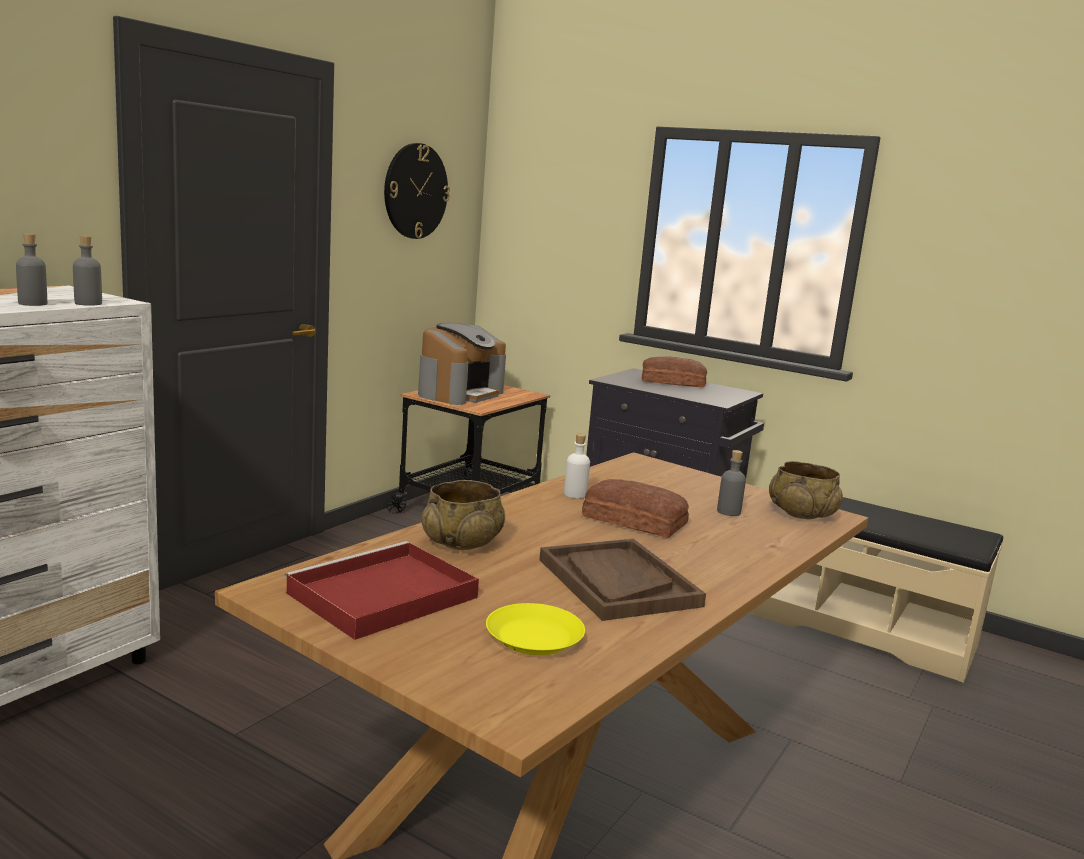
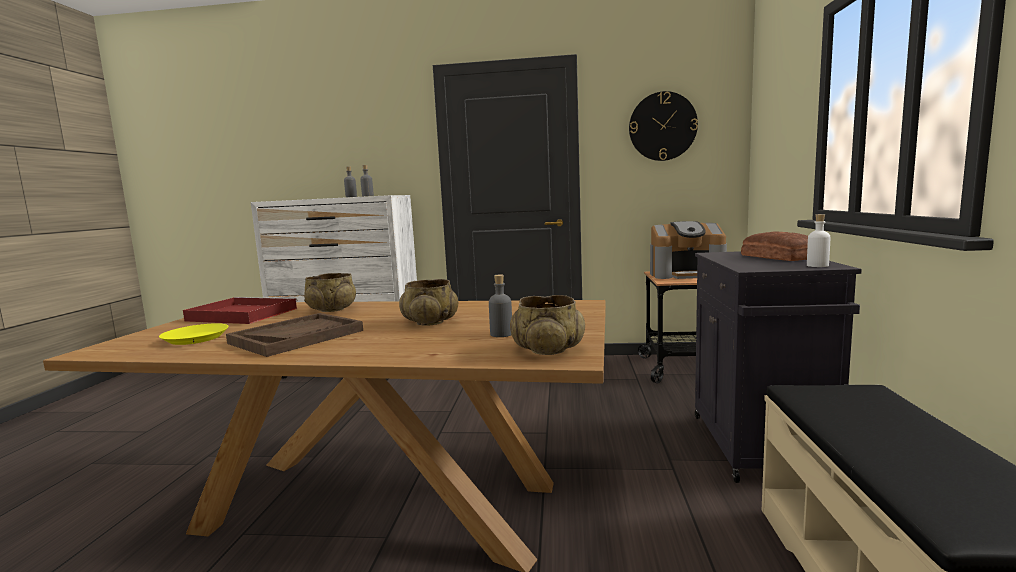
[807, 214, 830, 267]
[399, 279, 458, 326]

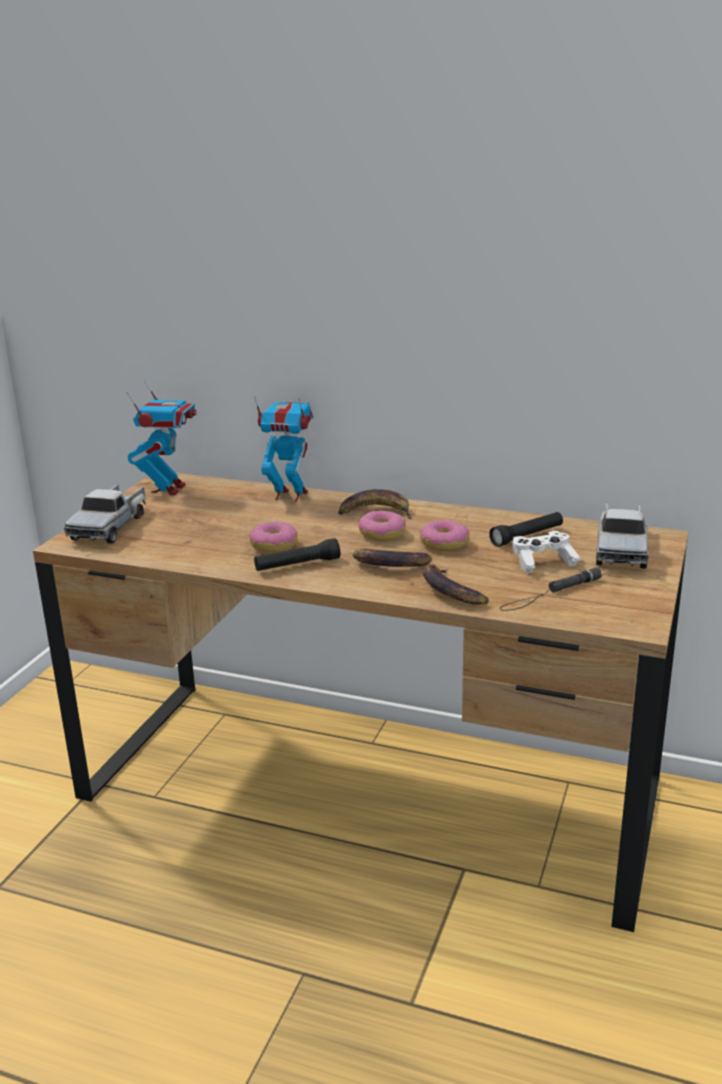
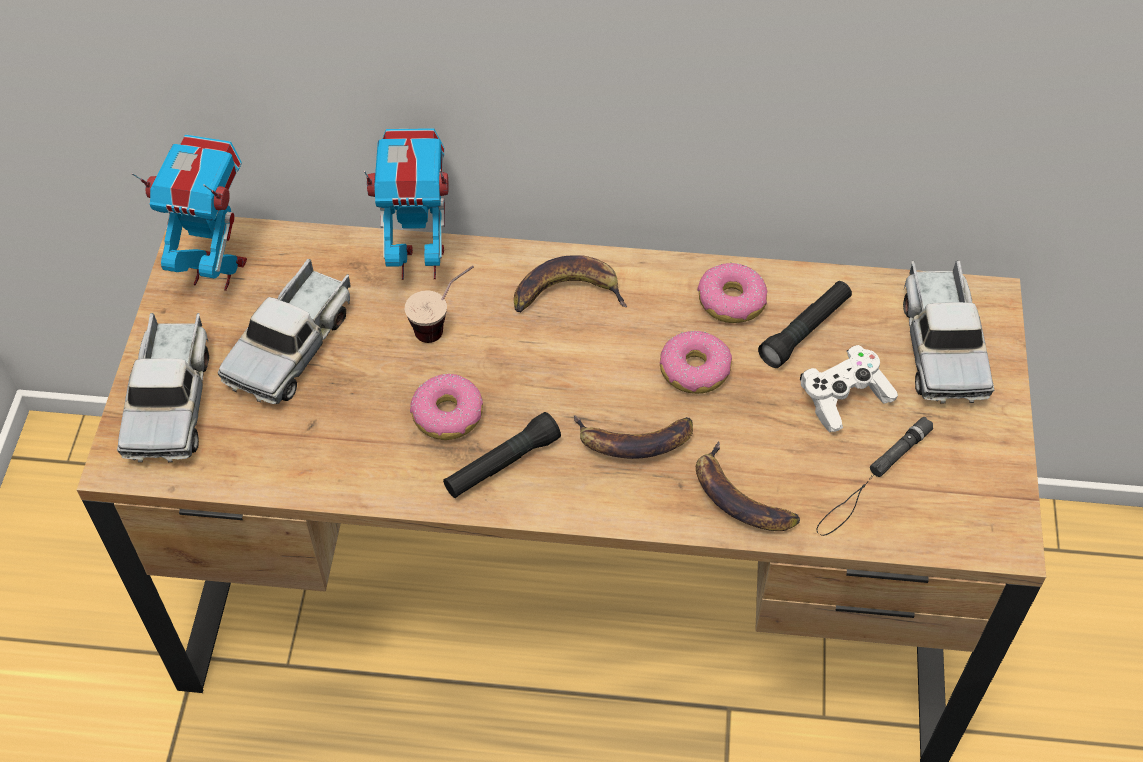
[132, 135, 247, 291]
[697, 262, 767, 323]
[218, 259, 351, 404]
[405, 265, 474, 343]

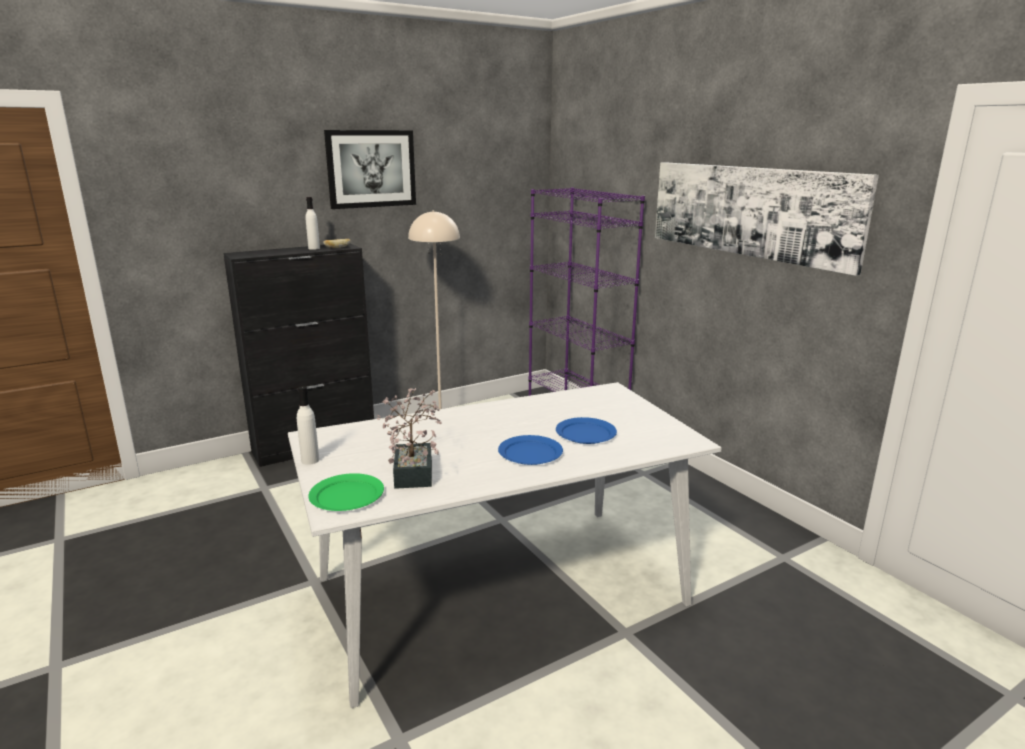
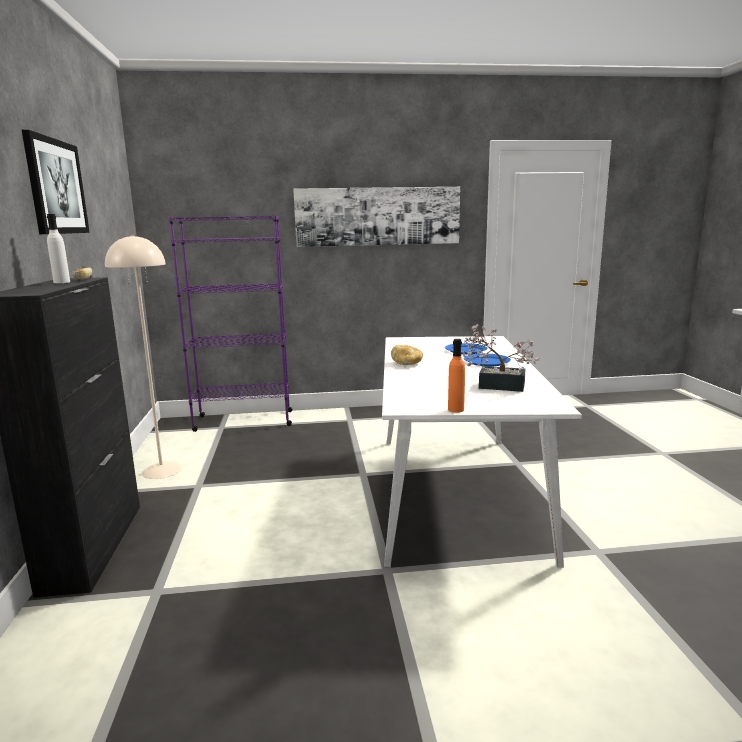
[448, 339, 465, 413]
[308, 473, 384, 511] (first image)
[391, 345, 423, 365]

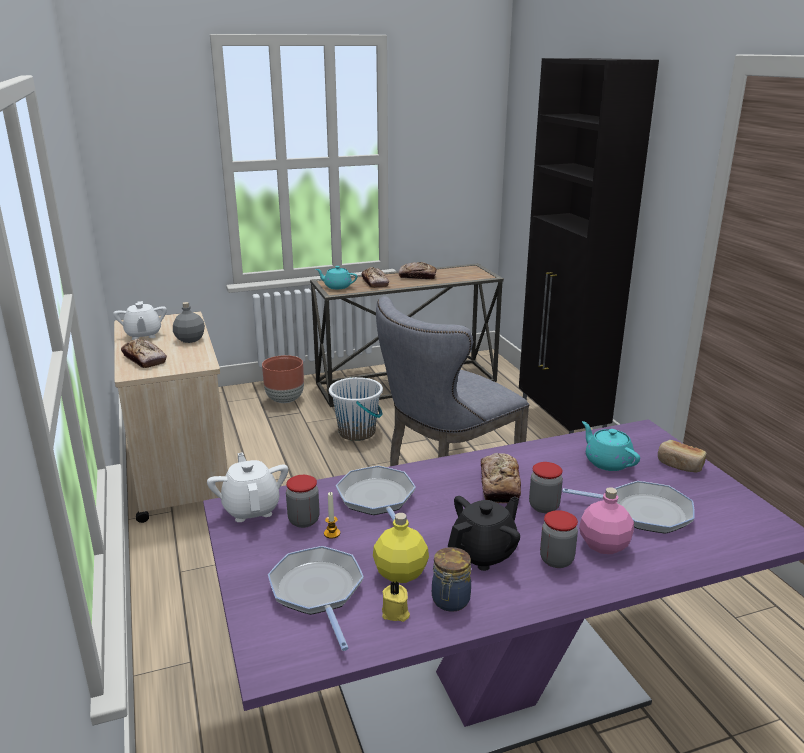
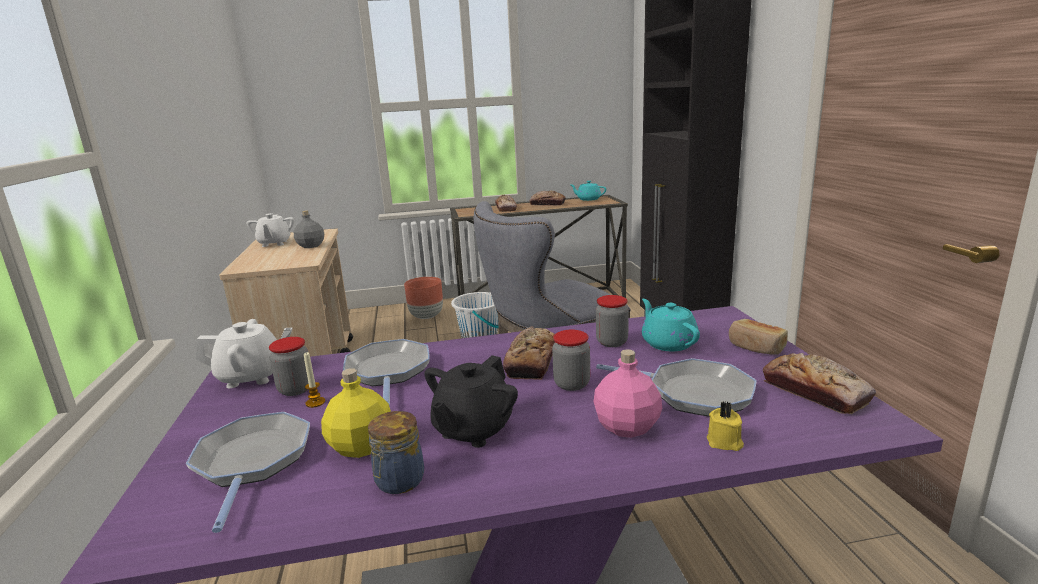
[763, 353, 876, 414]
[196, 319, 292, 388]
[570, 181, 606, 201]
[707, 401, 744, 451]
[424, 355, 518, 448]
[596, 295, 629, 347]

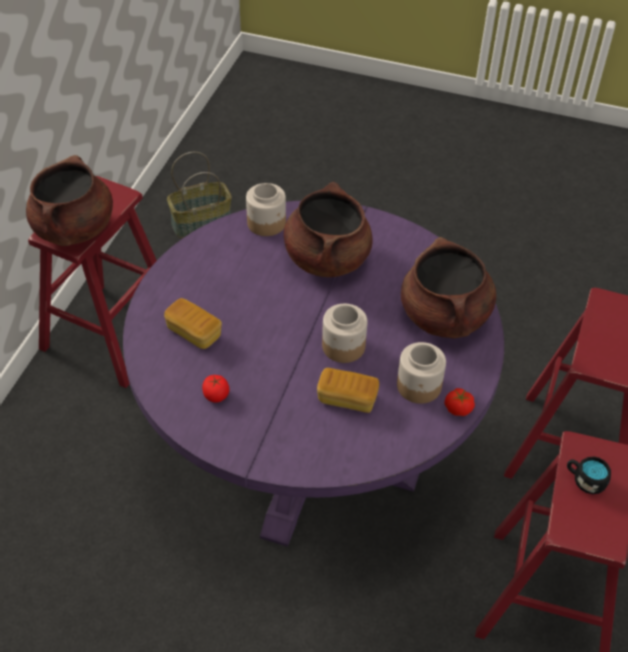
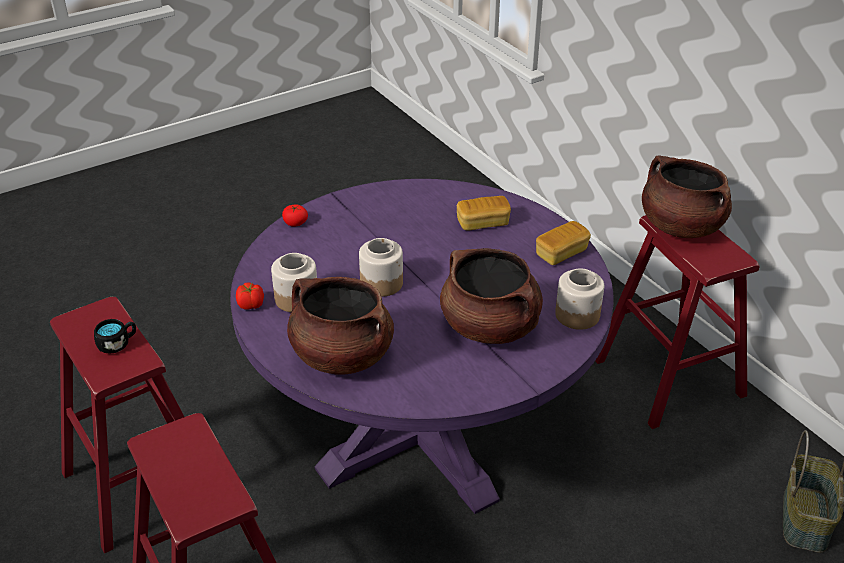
[282, 204, 308, 227]
[536, 221, 591, 265]

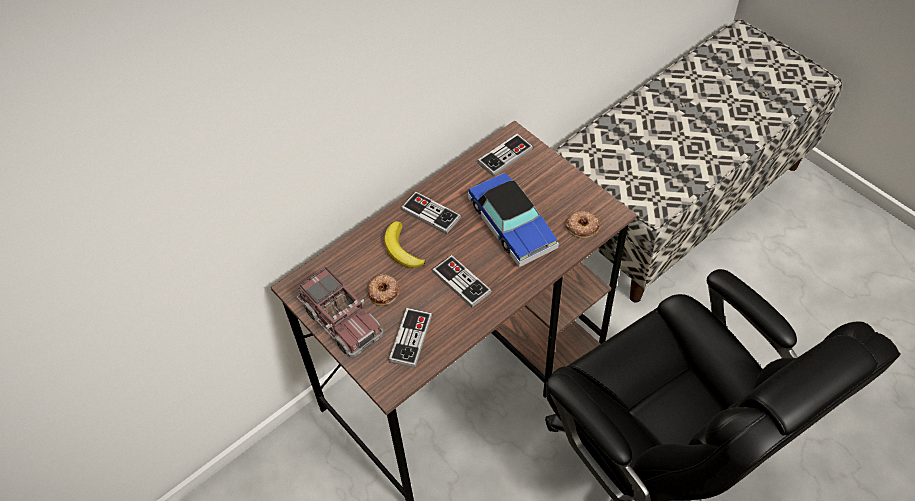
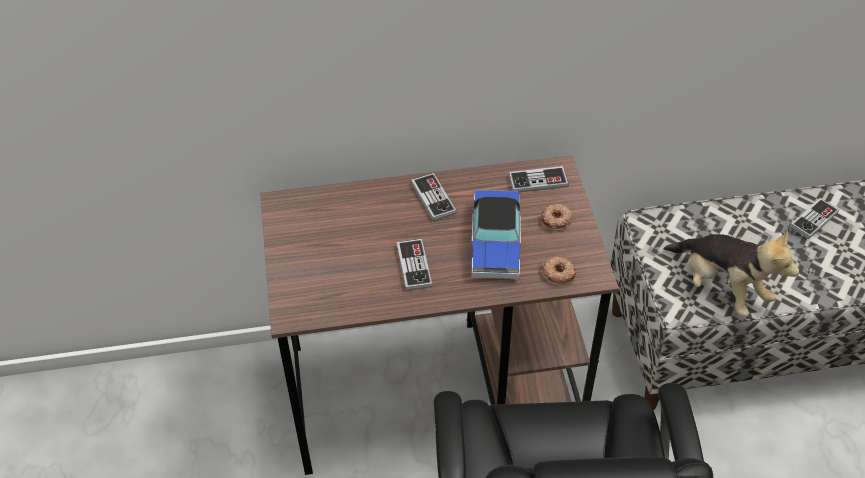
[297, 267, 384, 357] (first image)
[541, 204, 573, 231]
[384, 221, 426, 268] (first image)
[790, 198, 839, 239]
[663, 231, 799, 316]

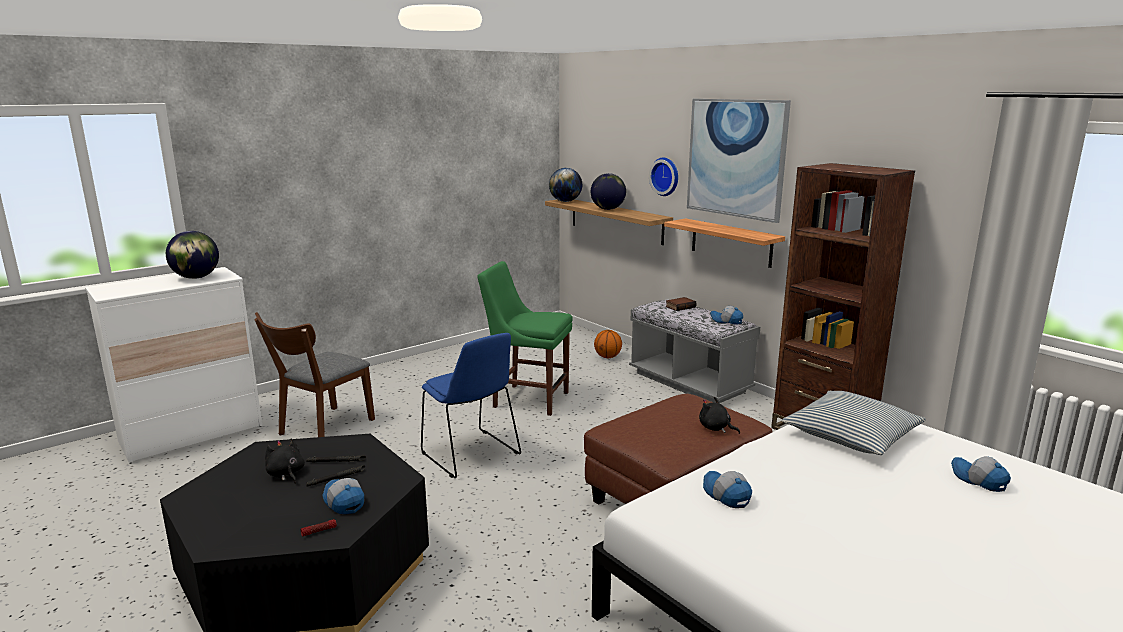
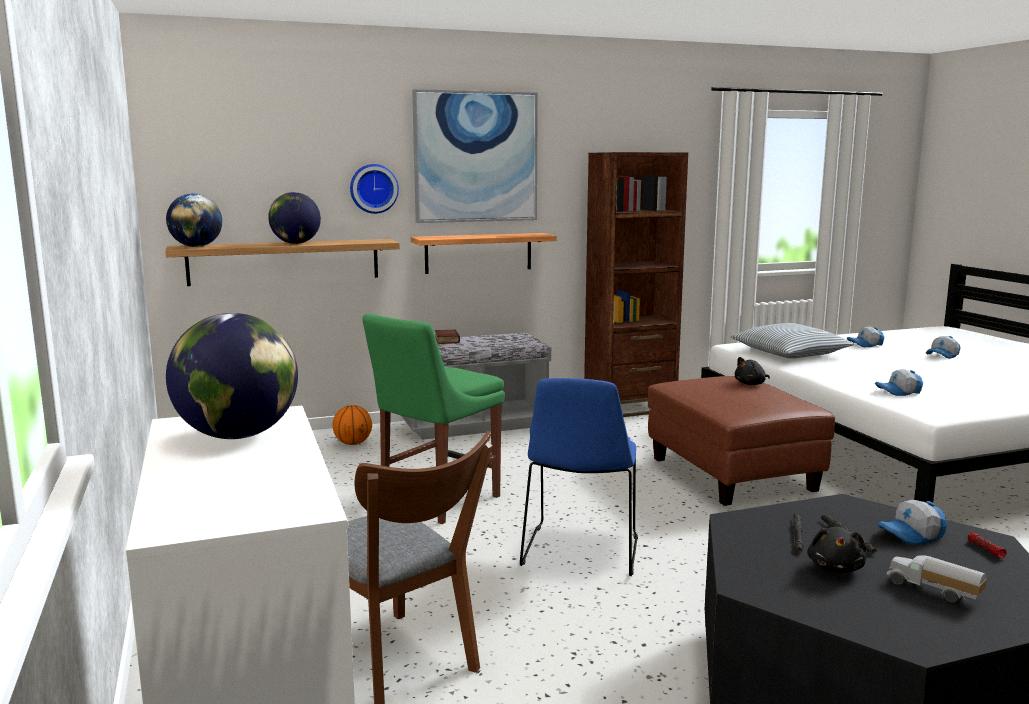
[807, 527, 867, 573]
[520, 378, 638, 576]
[926, 336, 960, 359]
[886, 555, 987, 603]

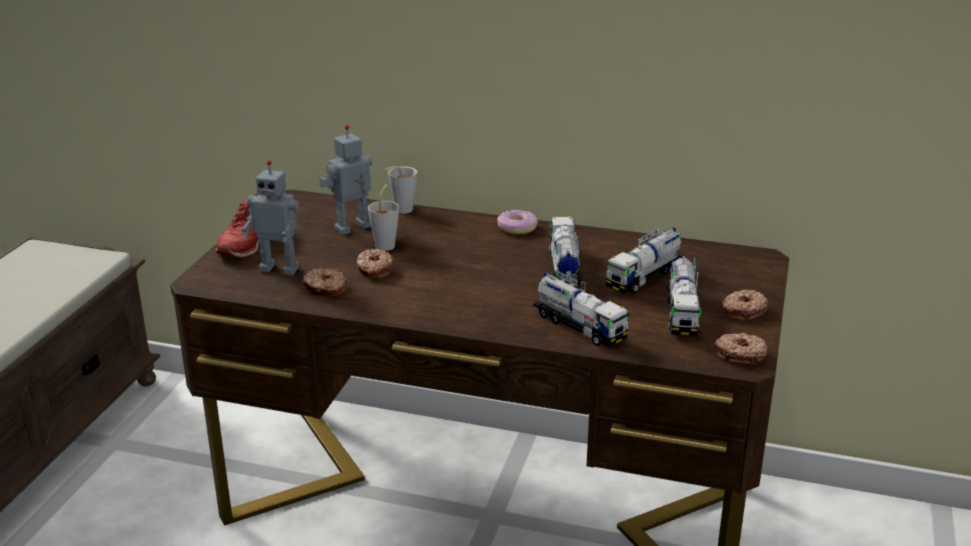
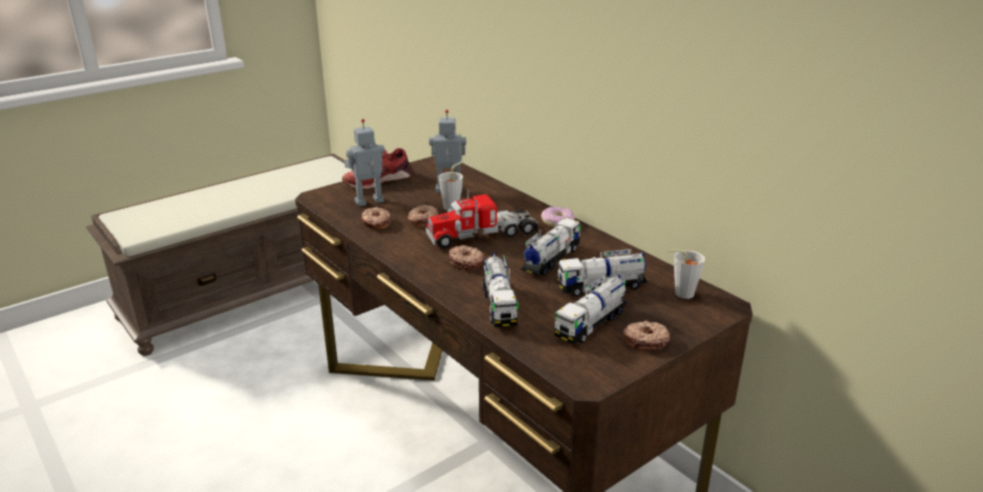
[344, 119, 385, 206]
[668, 250, 705, 299]
[449, 245, 485, 270]
[425, 189, 538, 249]

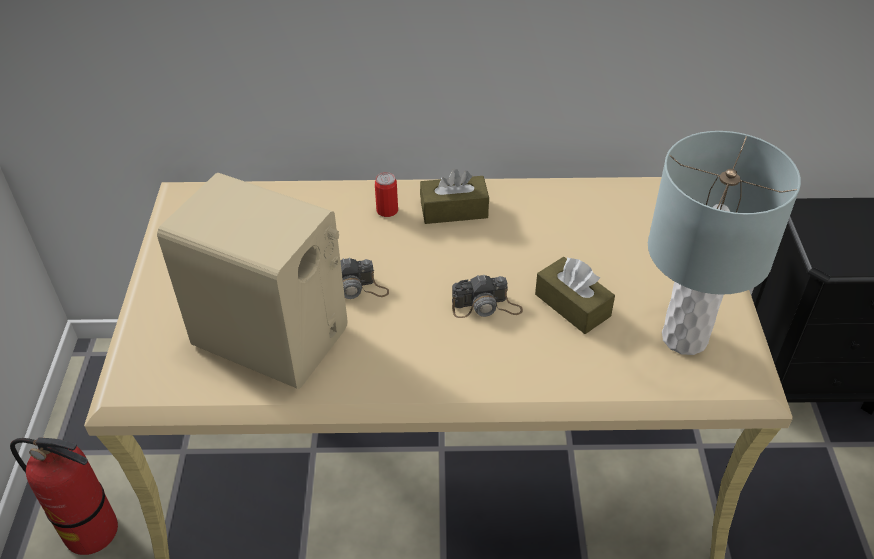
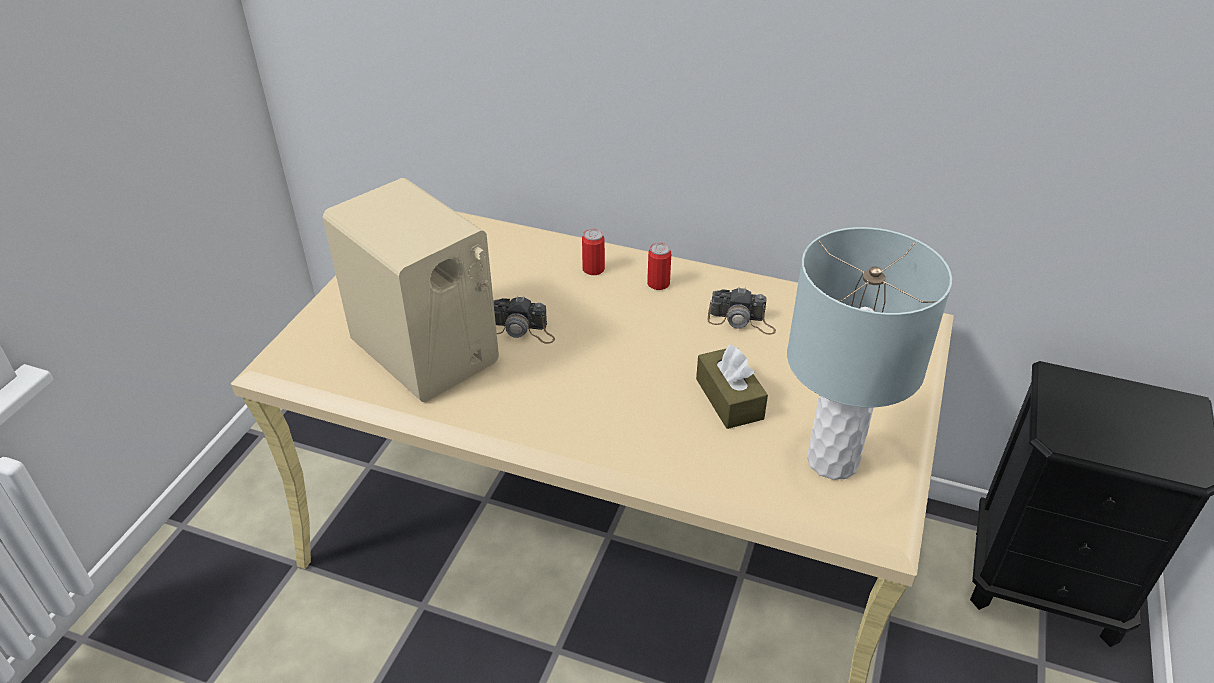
[10, 438, 118, 555] (first image)
[647, 243, 671, 290]
[708, 288, 776, 335]

